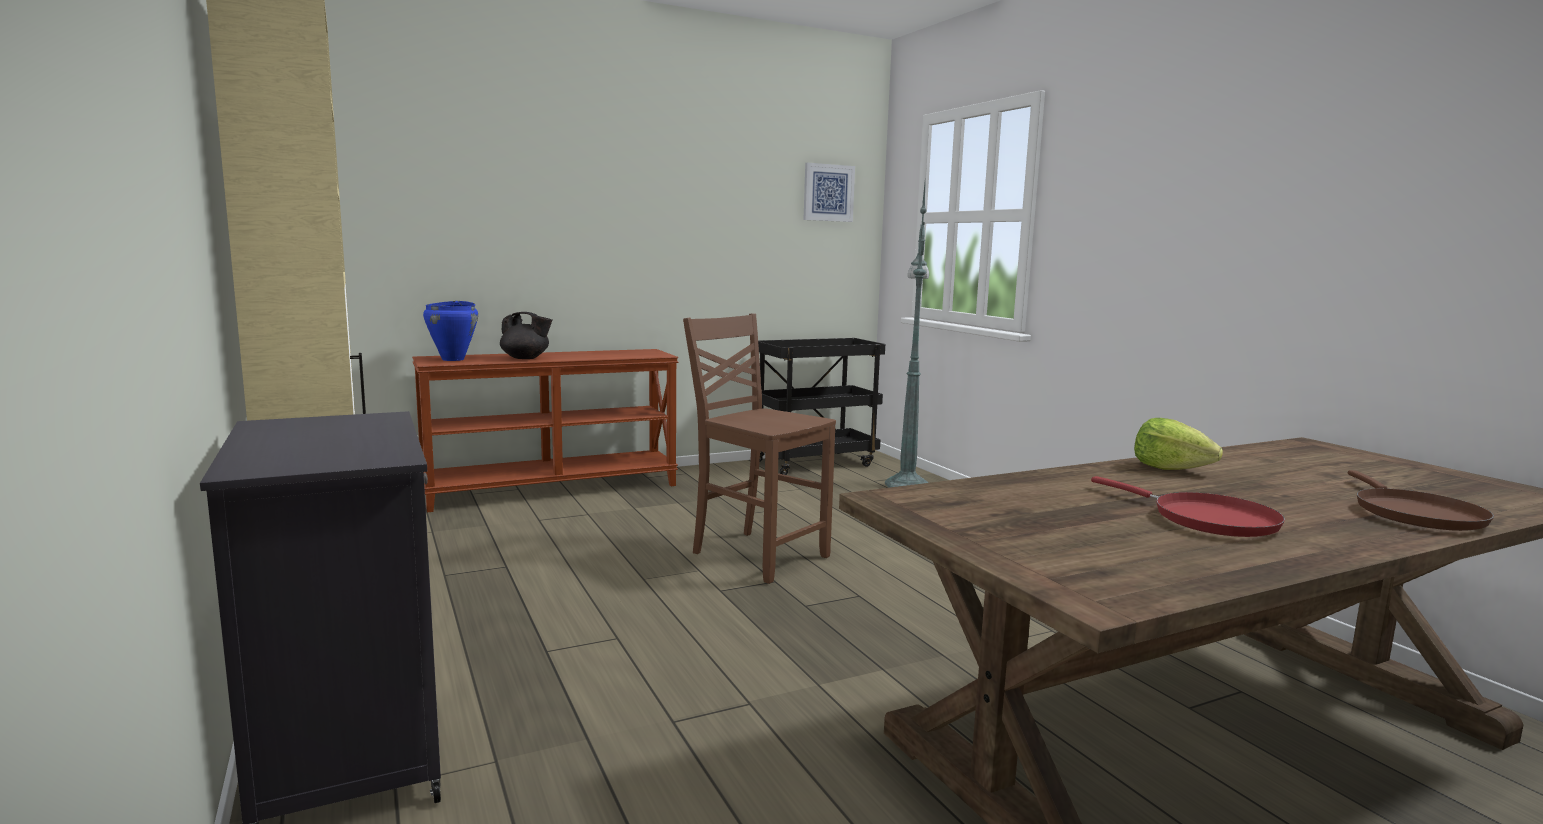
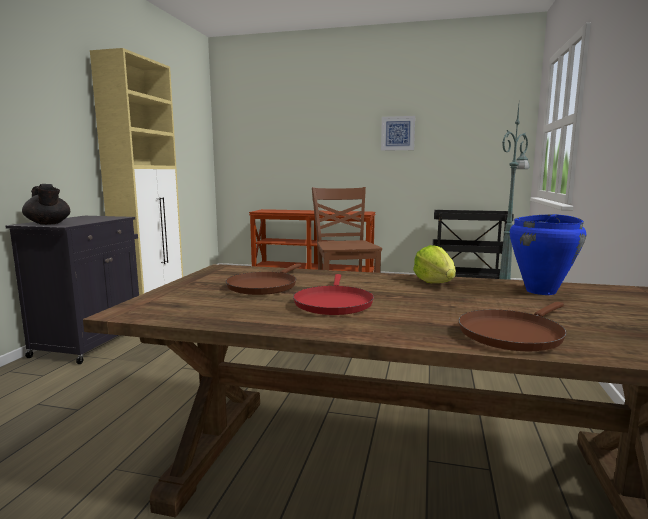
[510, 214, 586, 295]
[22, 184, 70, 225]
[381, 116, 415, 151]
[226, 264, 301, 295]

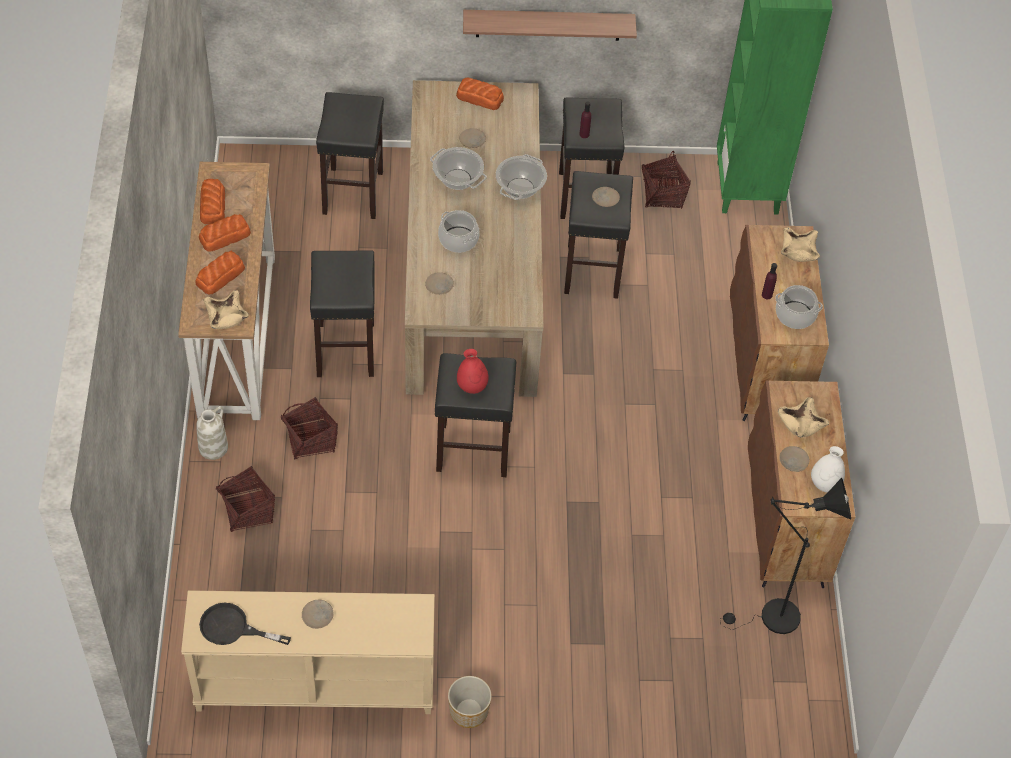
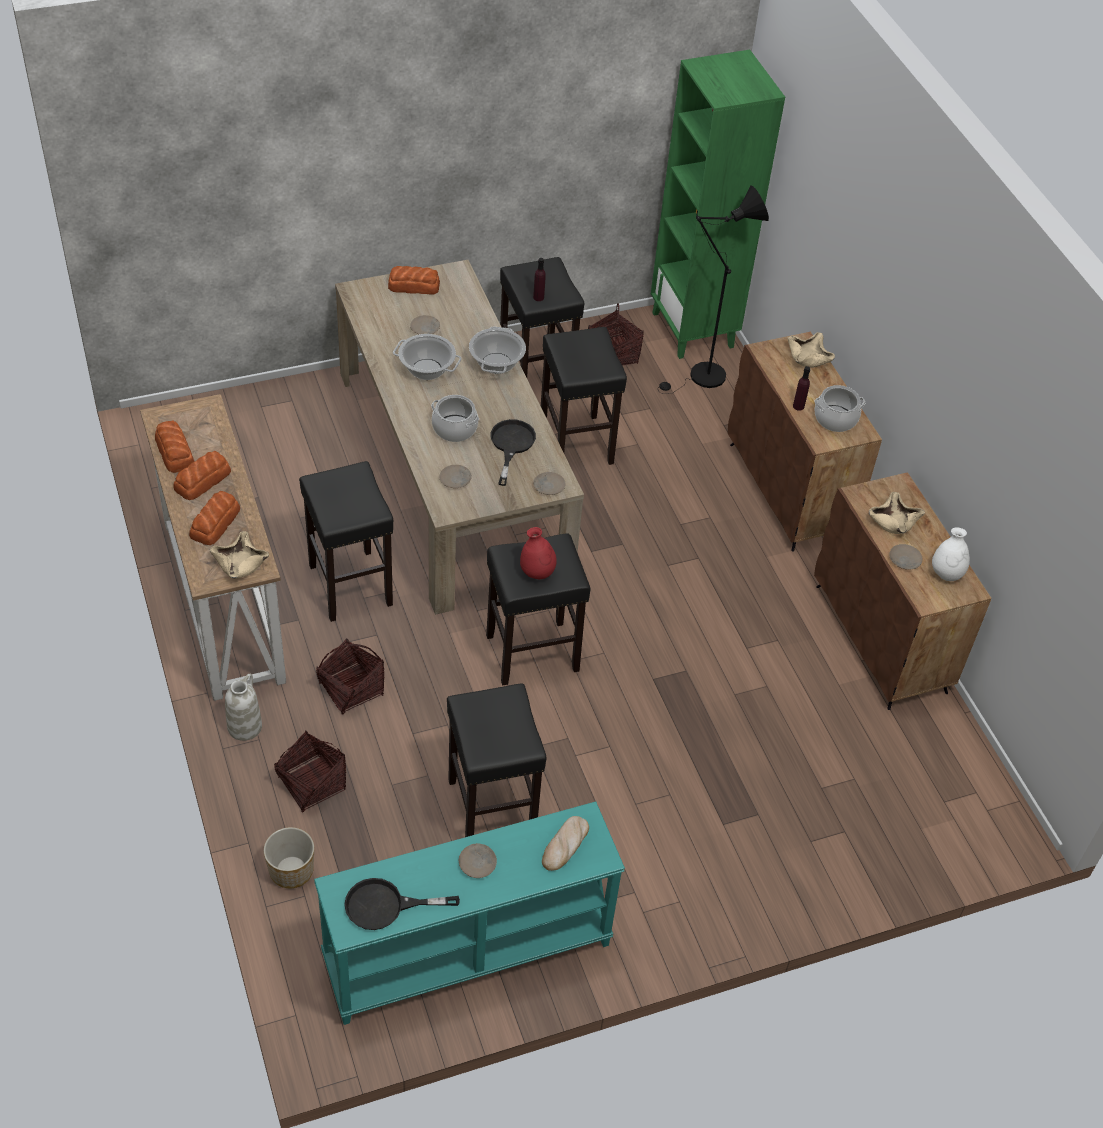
[314, 801, 625, 1025]
[447, 683, 546, 837]
[264, 827, 314, 888]
[463, 10, 637, 41] (first image)
[533, 472, 566, 495]
[658, 186, 769, 394]
[490, 419, 536, 486]
[542, 816, 589, 871]

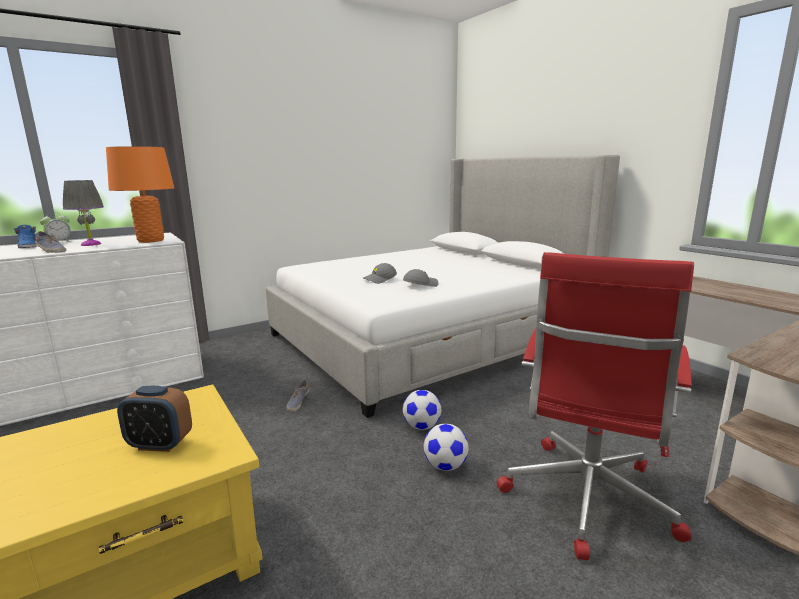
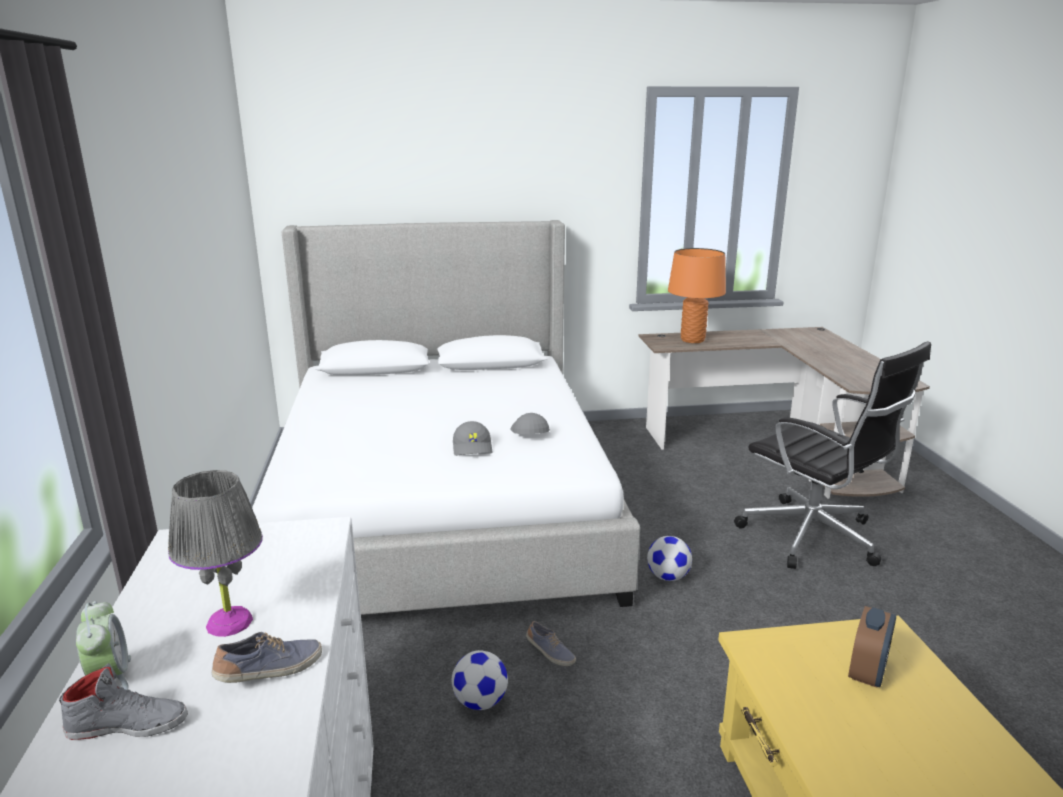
[59, 663, 188, 740]
[668, 248, 726, 343]
[452, 650, 508, 710]
[734, 341, 931, 569]

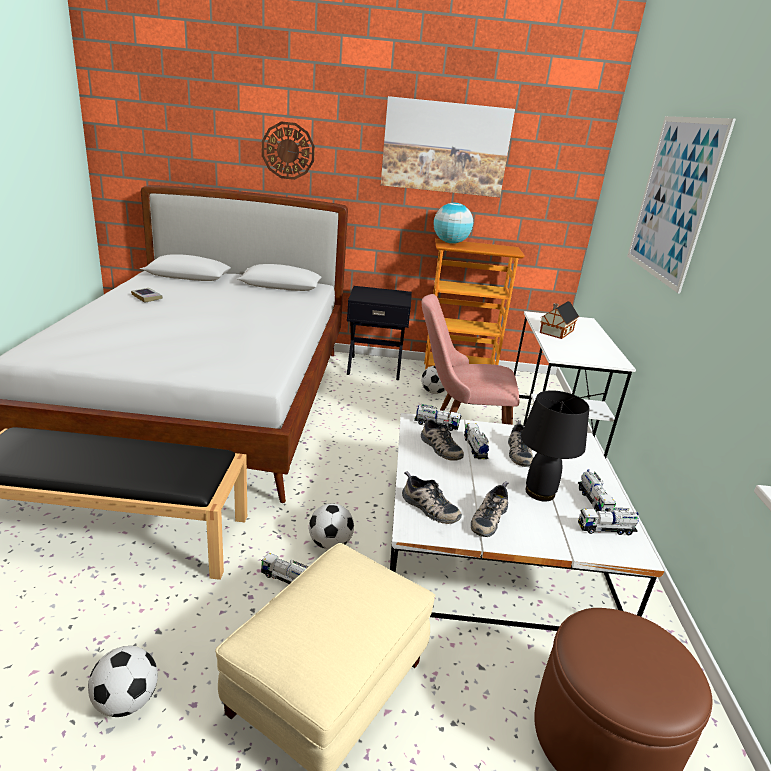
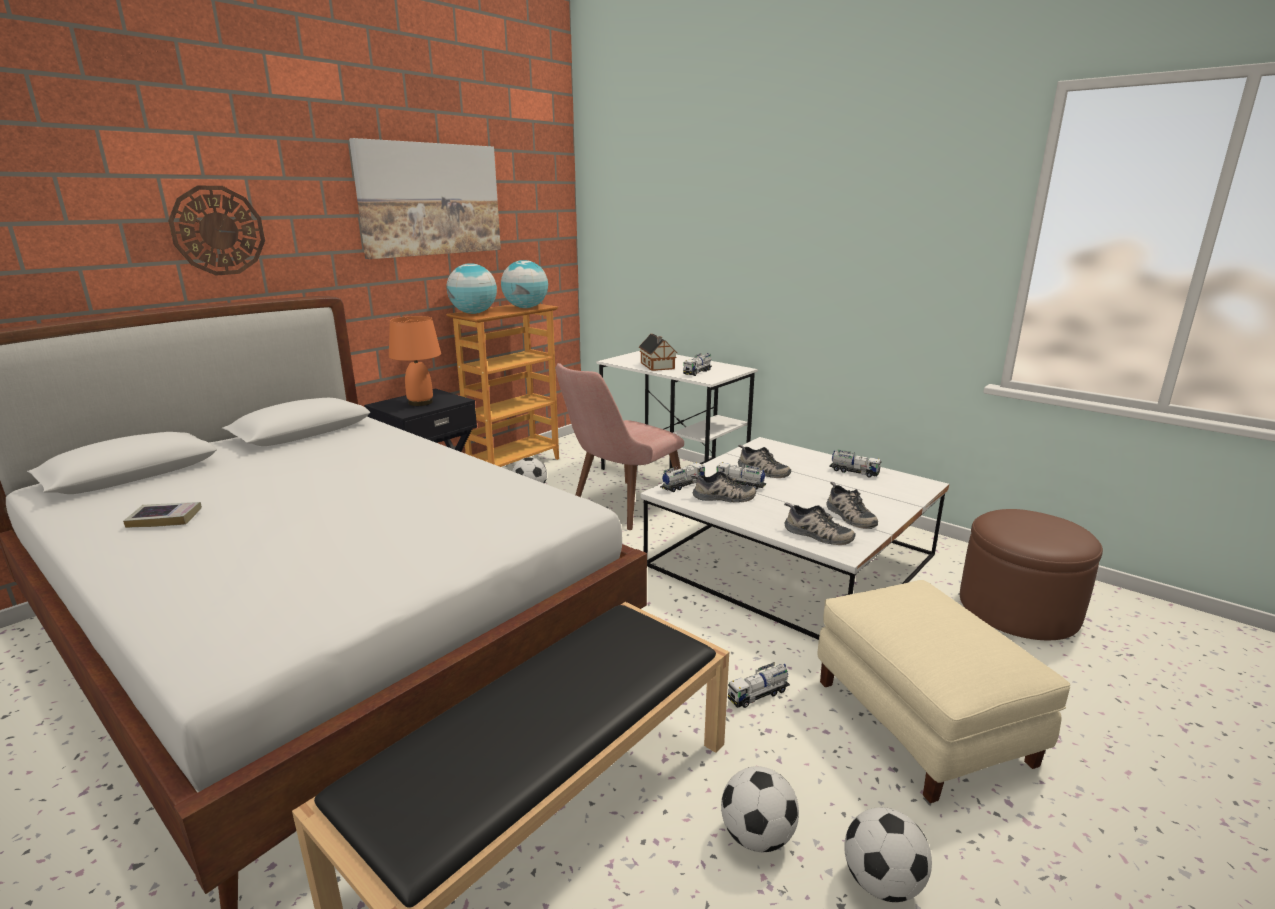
[721, 766, 799, 852]
[784, 503, 855, 545]
[521, 390, 589, 502] (first image)
[683, 353, 712, 376]
[627, 116, 736, 293] (first image)
[389, 316, 441, 406]
[501, 260, 548, 308]

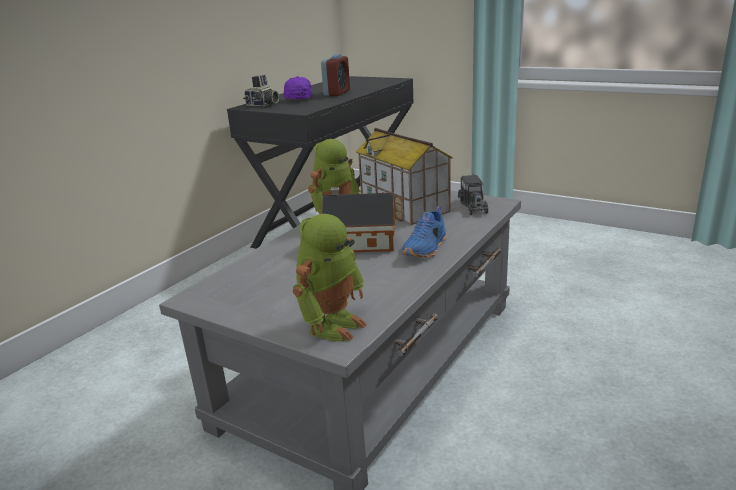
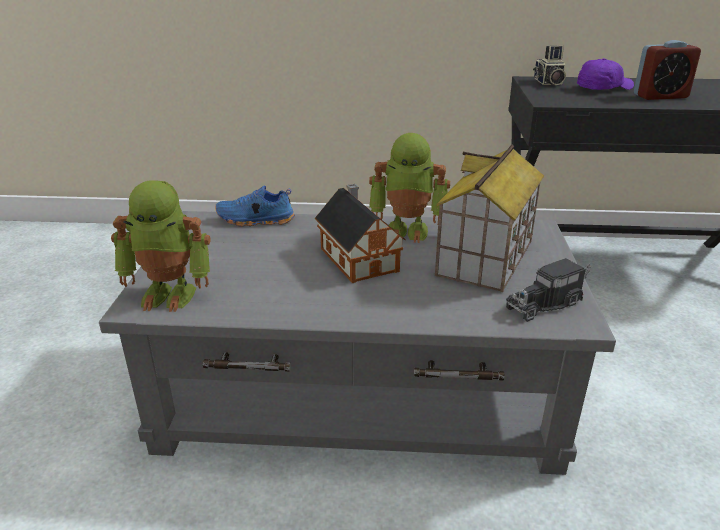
[215, 185, 295, 227]

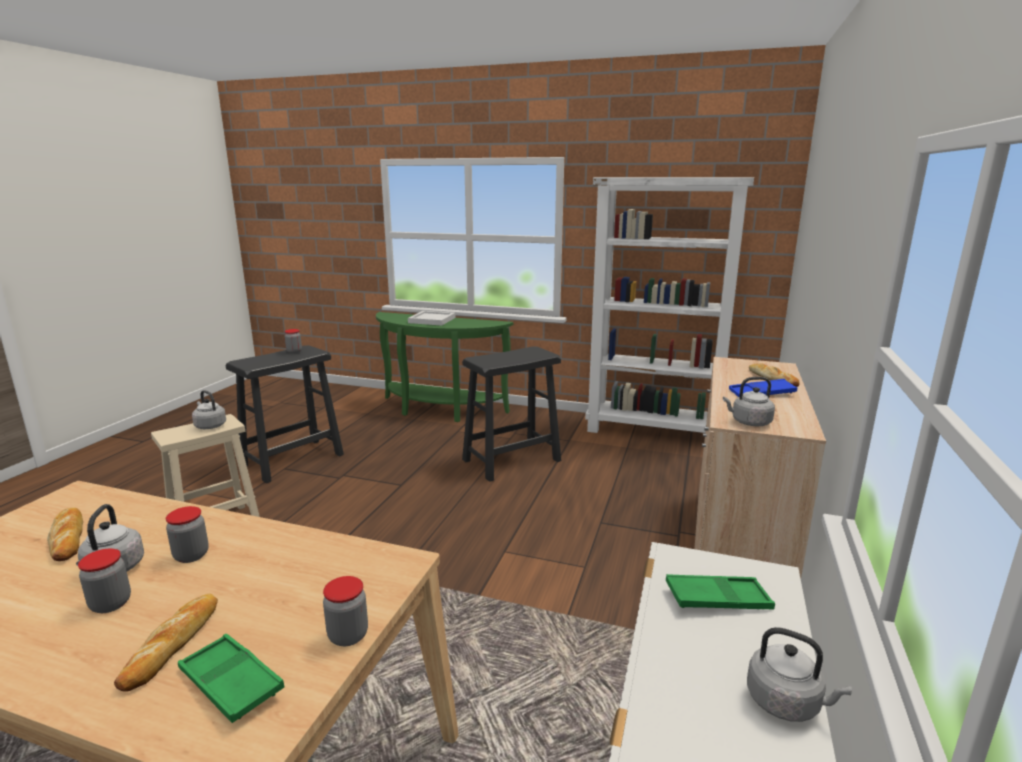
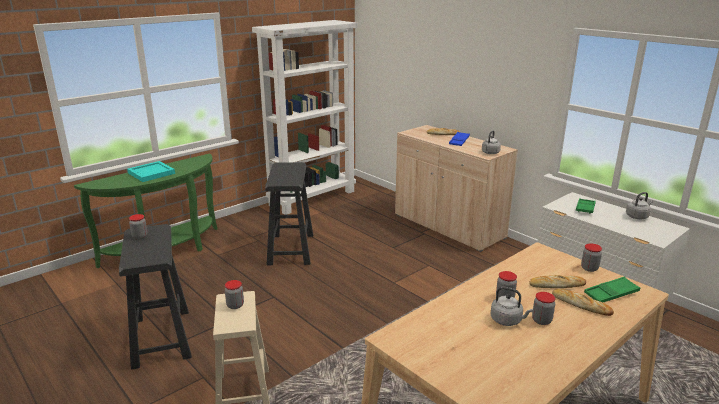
[529, 275, 586, 288]
[225, 280, 244, 309]
[127, 161, 175, 182]

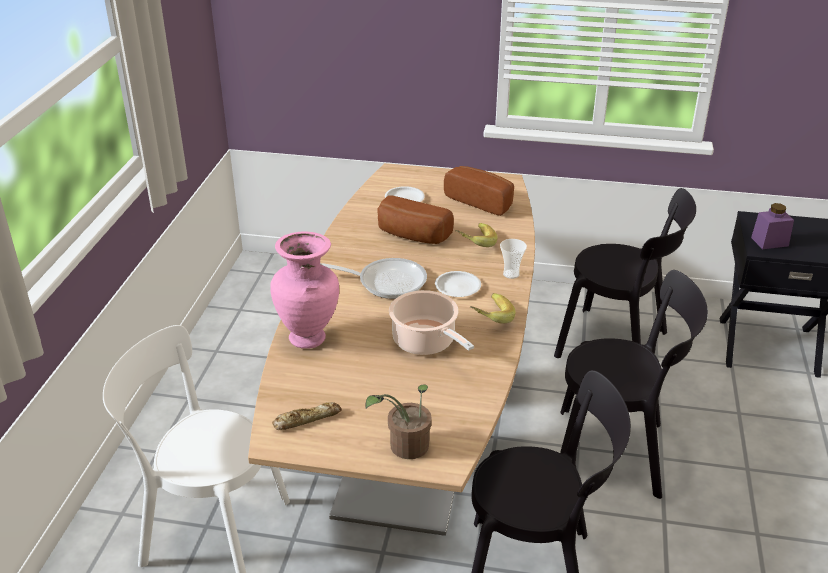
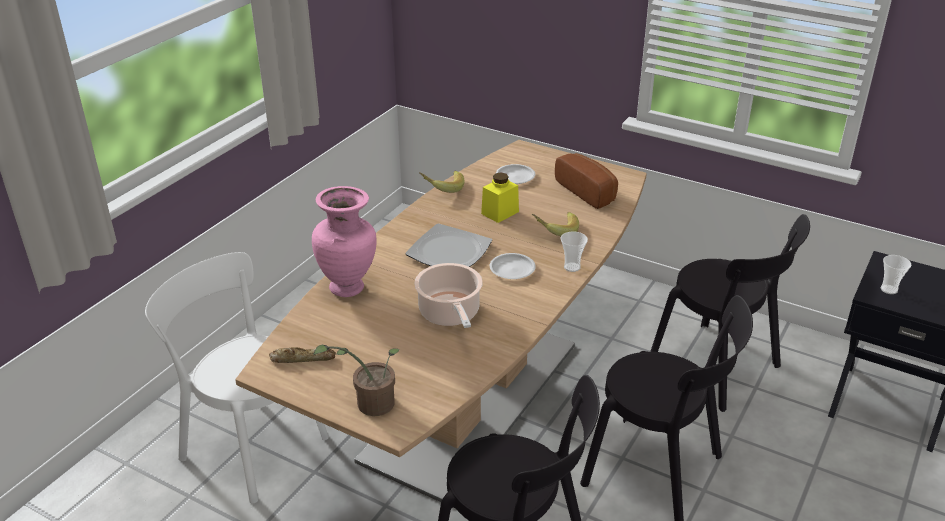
[405, 223, 492, 267]
[481, 173, 519, 223]
[419, 171, 464, 193]
[881, 255, 911, 294]

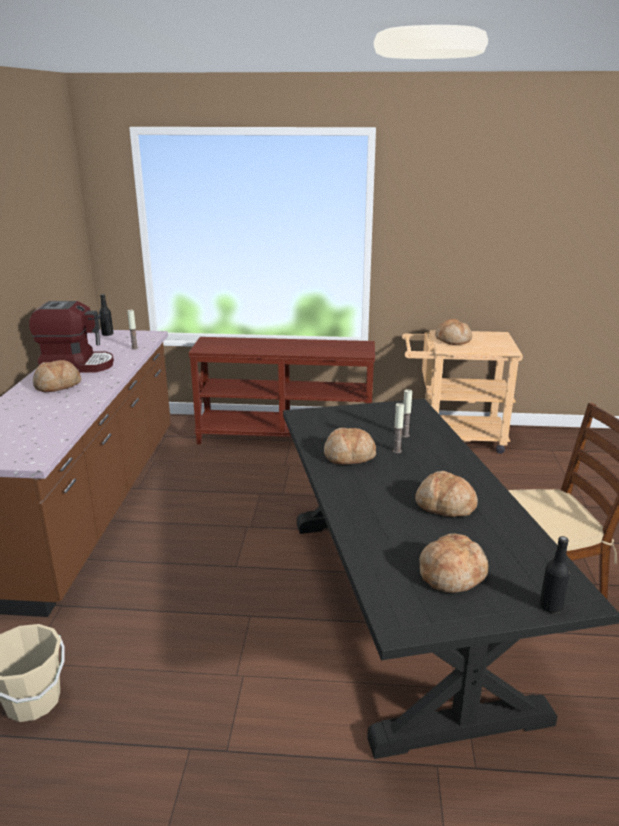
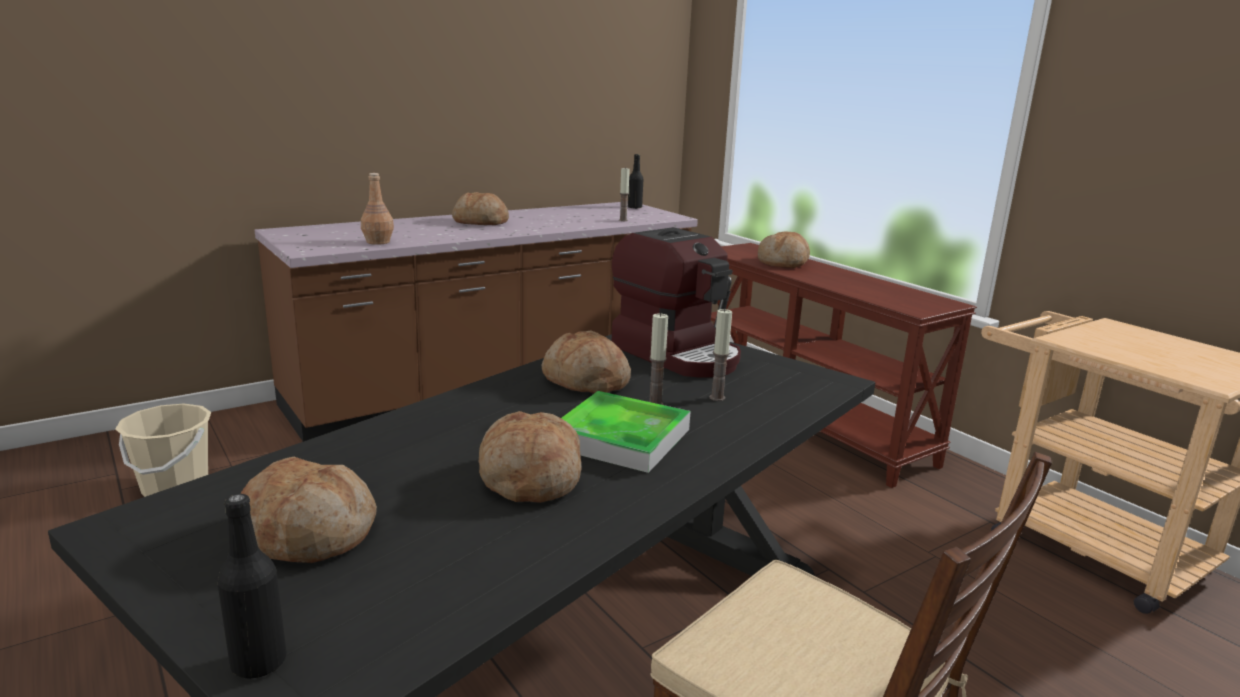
[612, 227, 741, 378]
[758, 231, 810, 268]
[361, 173, 394, 245]
[562, 391, 691, 473]

